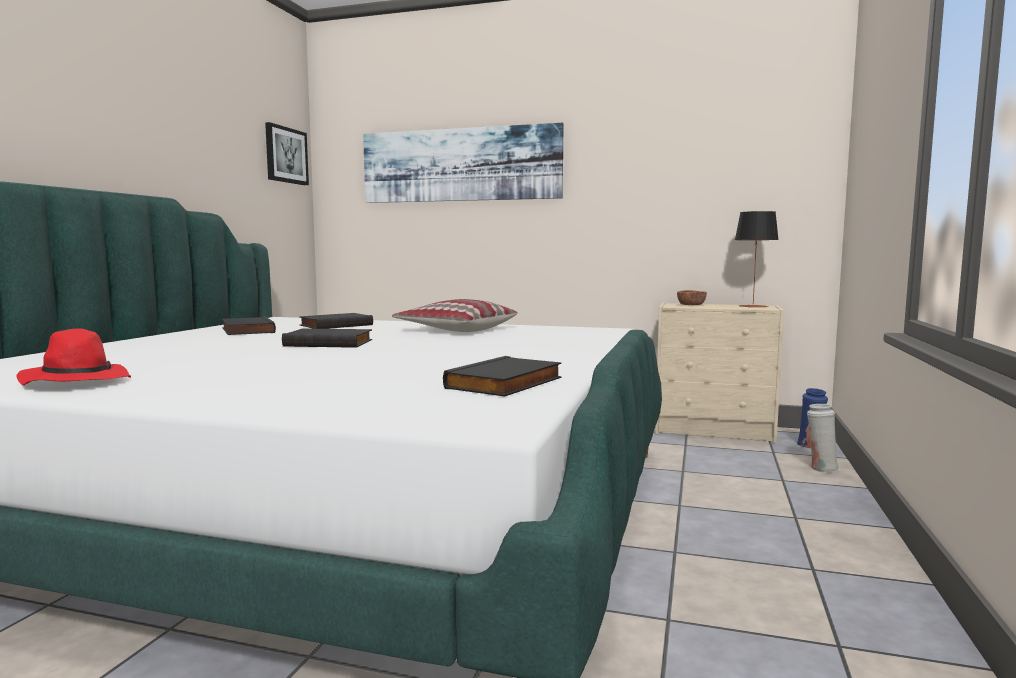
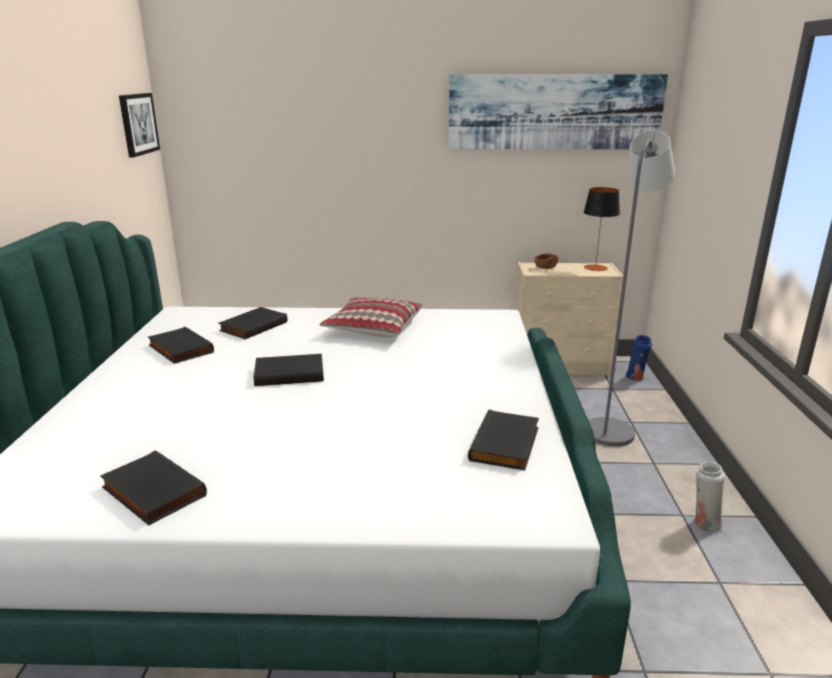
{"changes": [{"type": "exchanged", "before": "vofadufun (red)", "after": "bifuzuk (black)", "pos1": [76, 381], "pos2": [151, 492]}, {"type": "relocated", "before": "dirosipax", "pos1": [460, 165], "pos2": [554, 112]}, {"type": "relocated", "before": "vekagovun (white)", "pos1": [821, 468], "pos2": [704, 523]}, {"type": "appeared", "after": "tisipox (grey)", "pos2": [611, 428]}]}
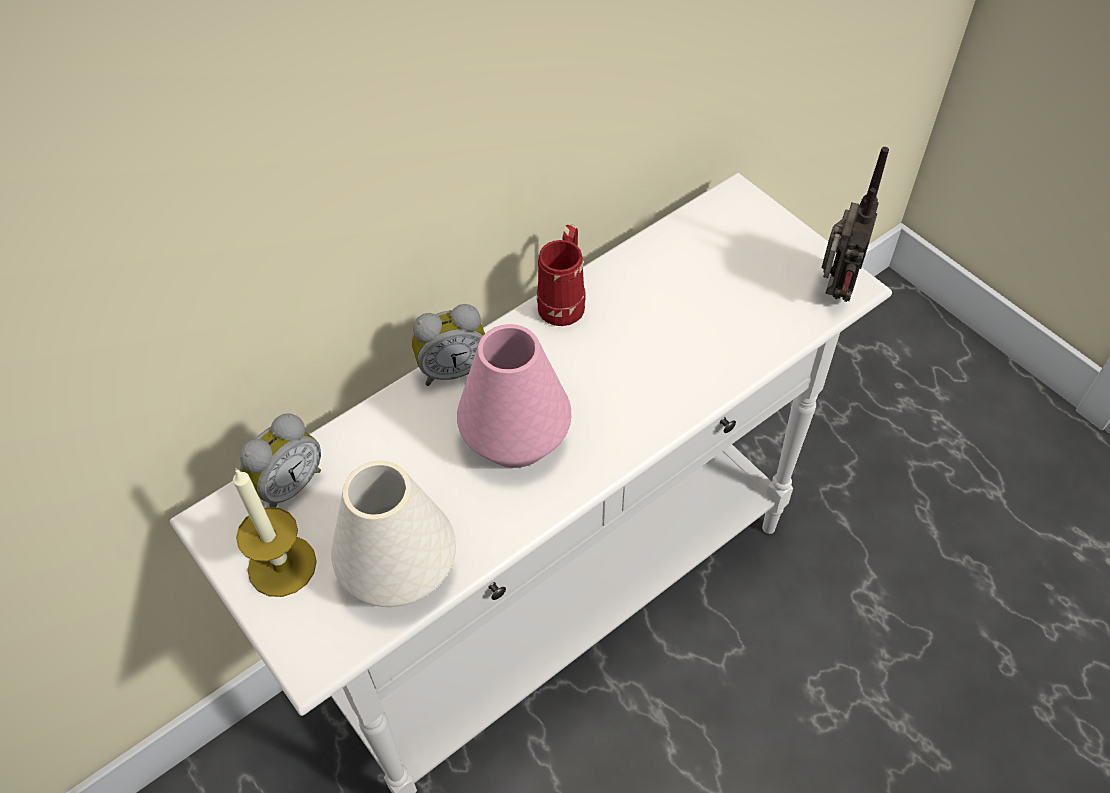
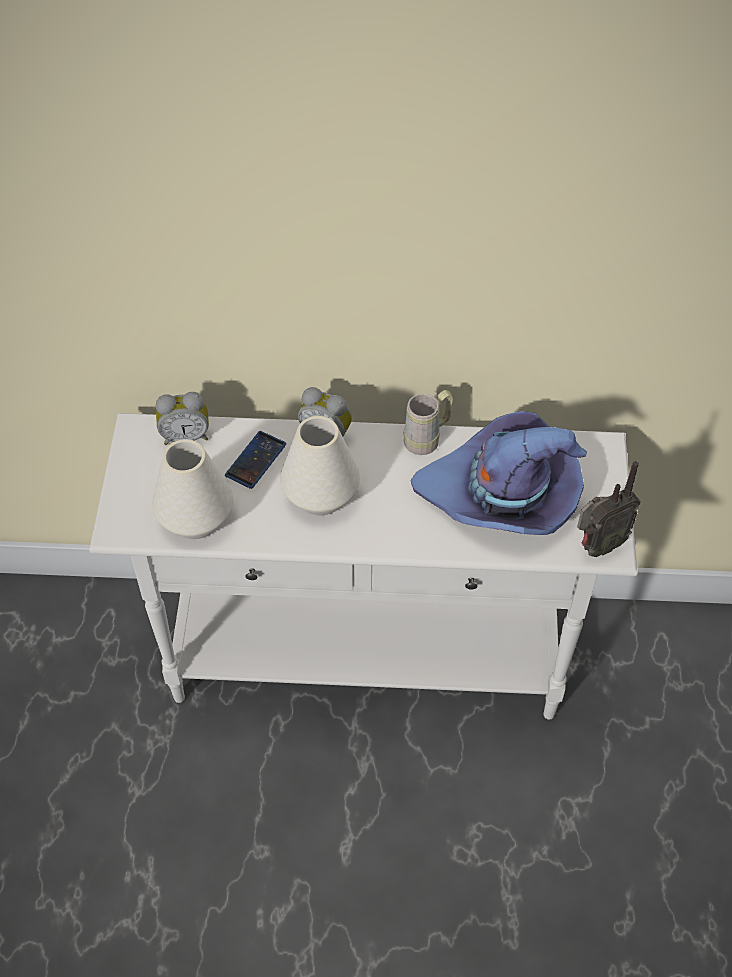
{"changes": [{"type": "missing", "before": "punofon", "pos1": [282, 565]}, {"type": "colour", "before": "vekagovun (pink)", "after": "vekagovun (white)", "pos1": [516, 438], "pos2": [321, 495]}, {"type": "colour", "before": "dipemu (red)", "after": "dipemu (beige)", "pos1": [564, 301], "pos2": [427, 439]}, {"type": "appeared", "after": "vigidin", "pos2": [256, 460]}, {"type": "appeared", "after": "vofadufun (purple)", "pos2": [502, 496]}]}
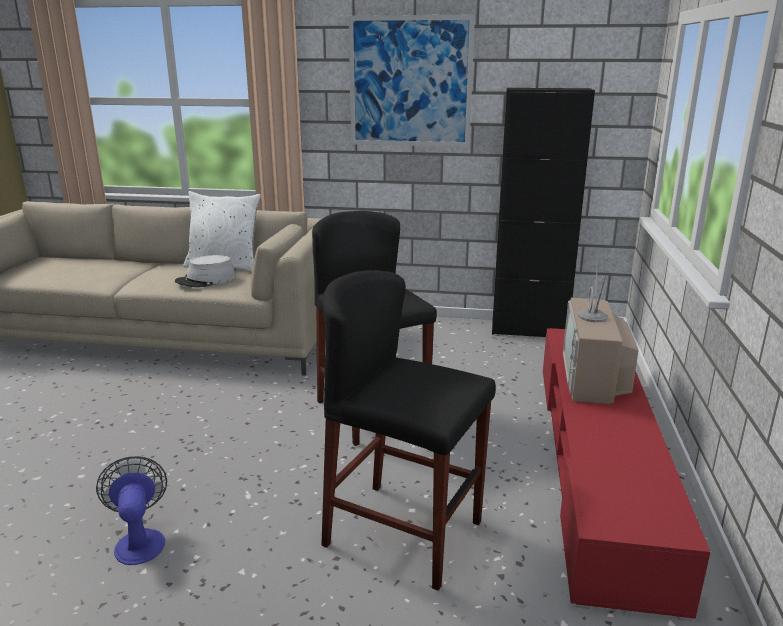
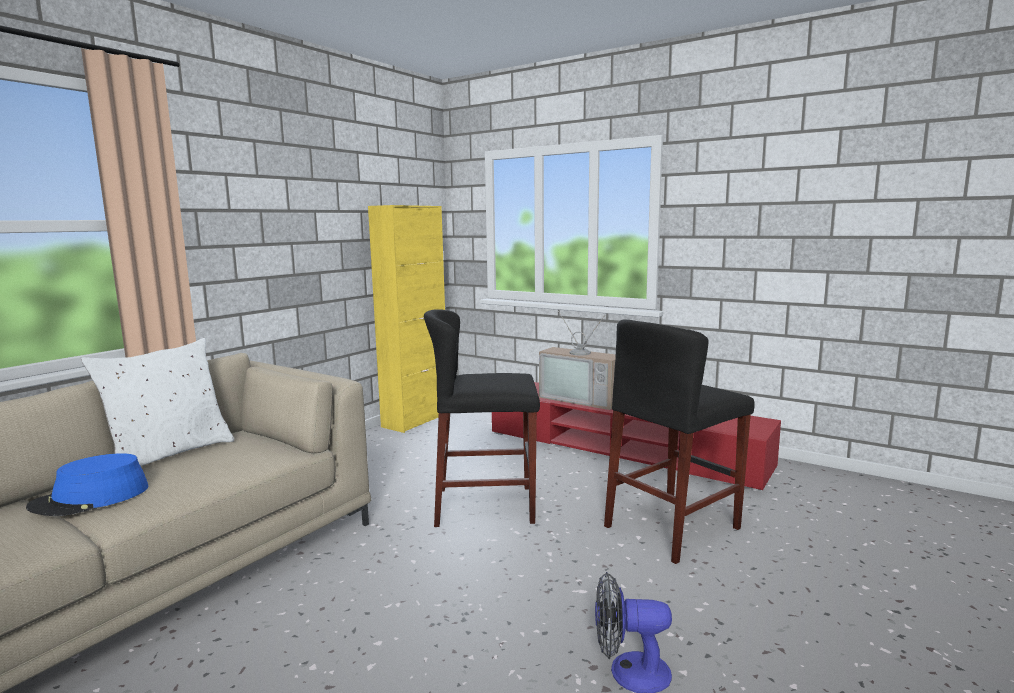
{"changes": [{"type": "missing", "before": "vofadufun (grey)", "pos1": [206, 280]}, {"type": "missing", "before": "dirosipax", "pos1": [410, 82]}, {"type": "colour", "before": "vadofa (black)", "after": "vadofa (yellow)", "pos1": [529, 330], "pos2": [416, 420]}, {"type": "appeared", "after": "vofadufun (blue)", "pos2": [91, 498]}]}
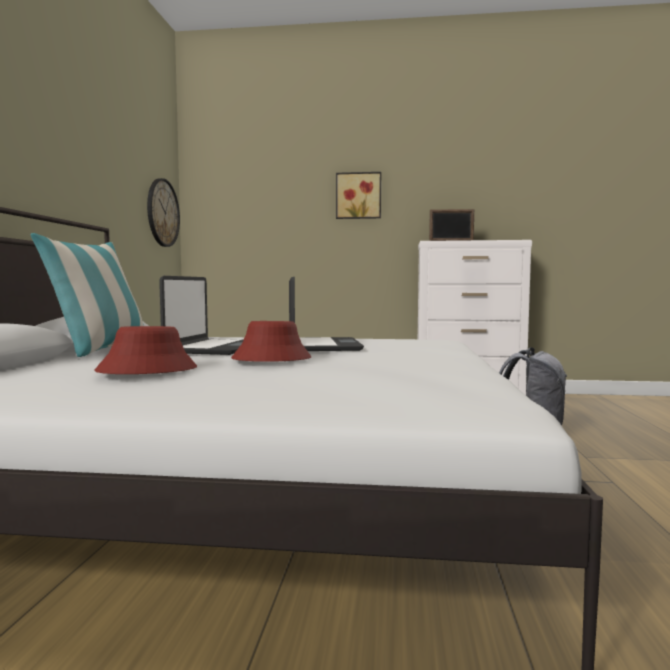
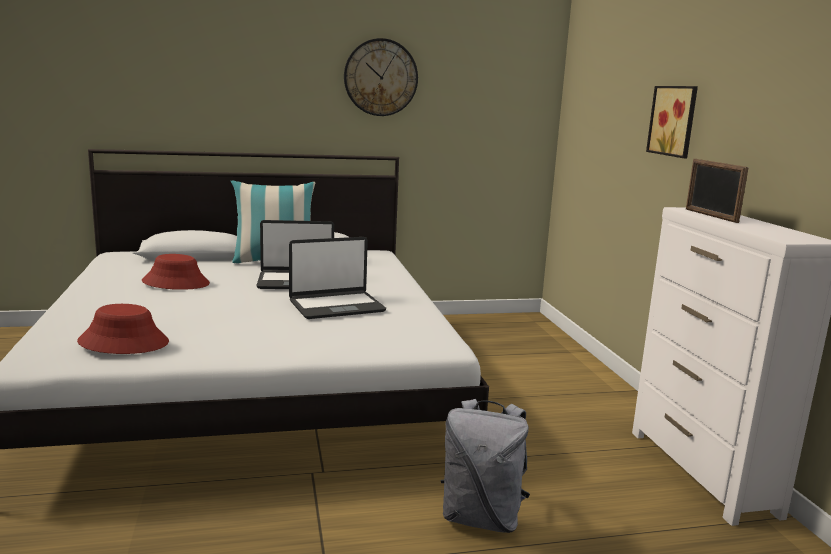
{"changes": [{"type": "relocated", "before": "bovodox", "pos1": [162, 213], "pos2": [380, 77]}, {"type": "relocated", "before": "vofadufun (red)", "pos1": [271, 359], "pos2": [124, 342]}]}
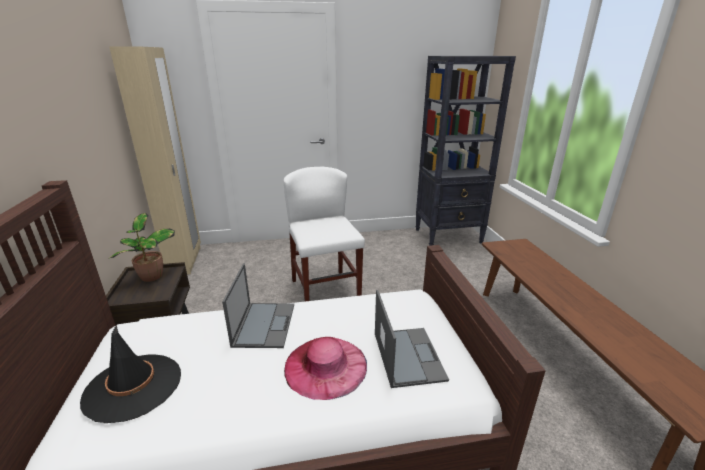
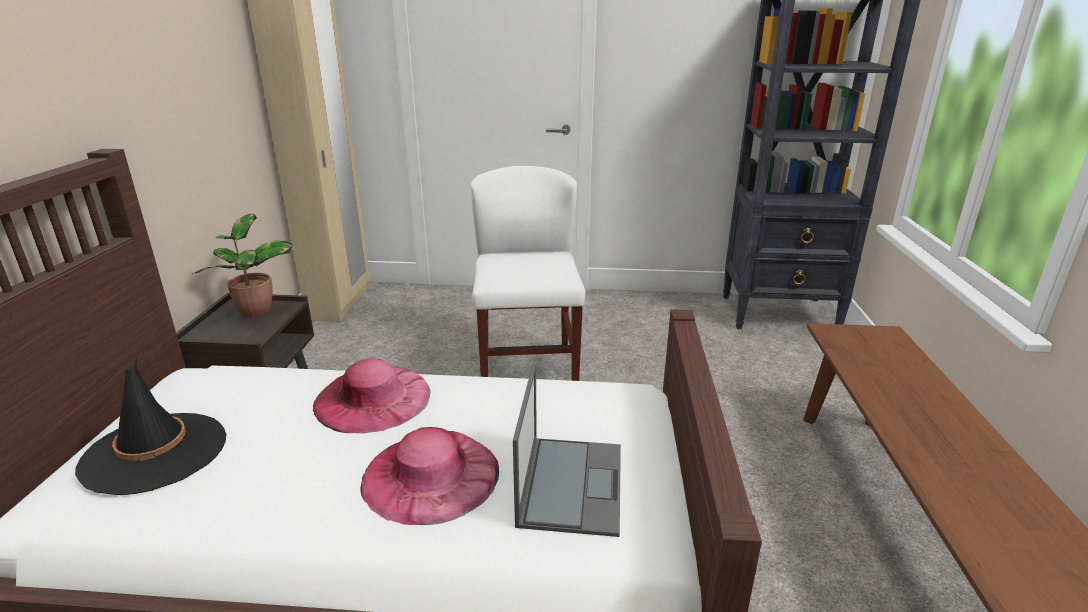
{"changes": [{"type": "exchanged", "before": "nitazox", "after": "vofadufun (pink)", "pos1": [264, 324], "pos2": [372, 398]}]}
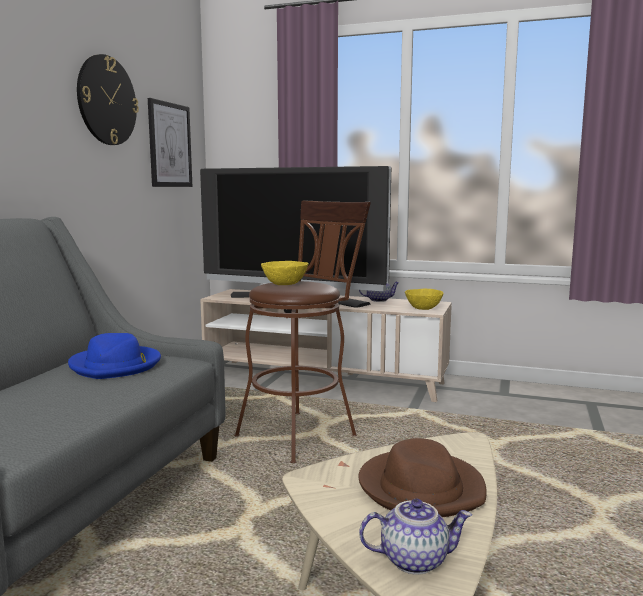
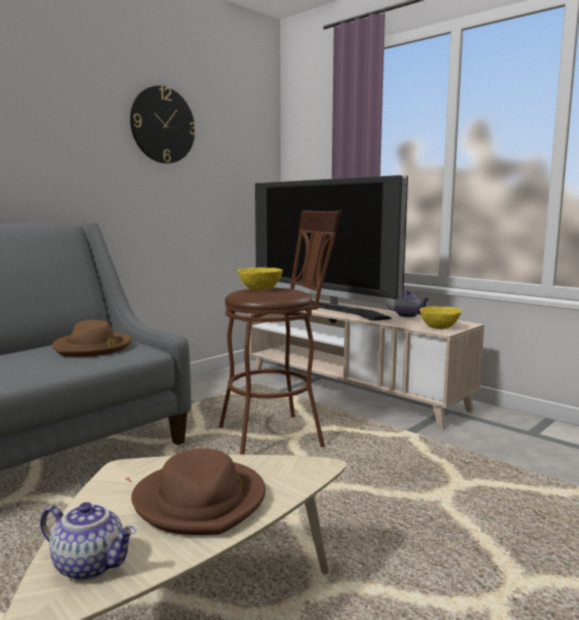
{"changes": [{"type": "colour", "before": "vofadufun (blue)", "after": "vofadufun (brown)", "pos1": [116, 365], "pos2": [93, 348]}, {"type": "missing", "before": "dirosipax", "pos1": [170, 145]}]}
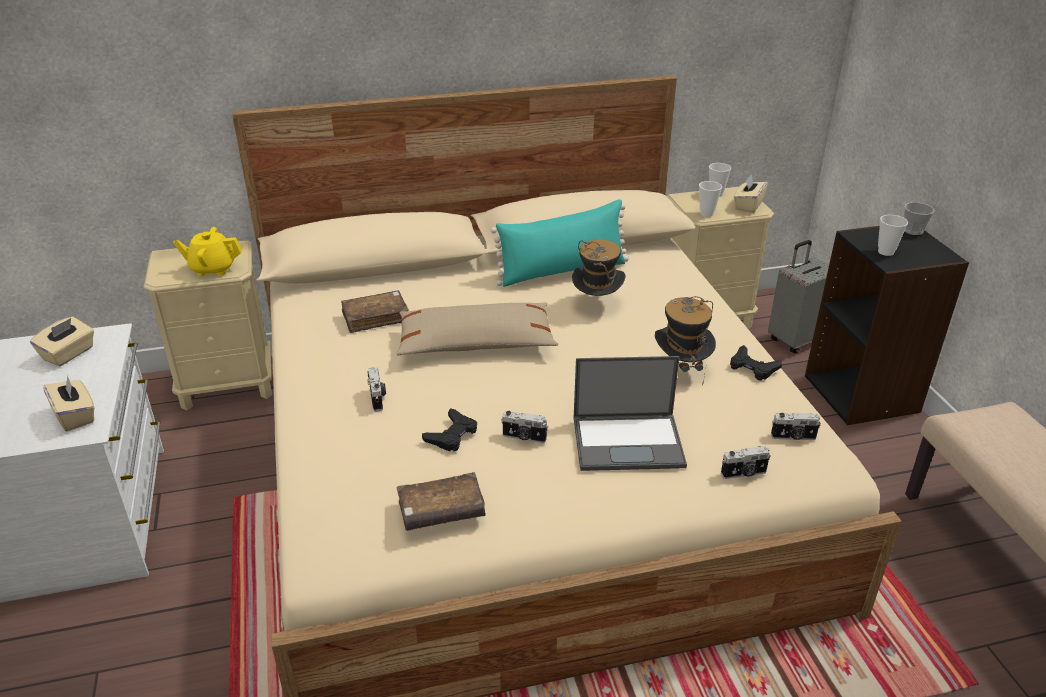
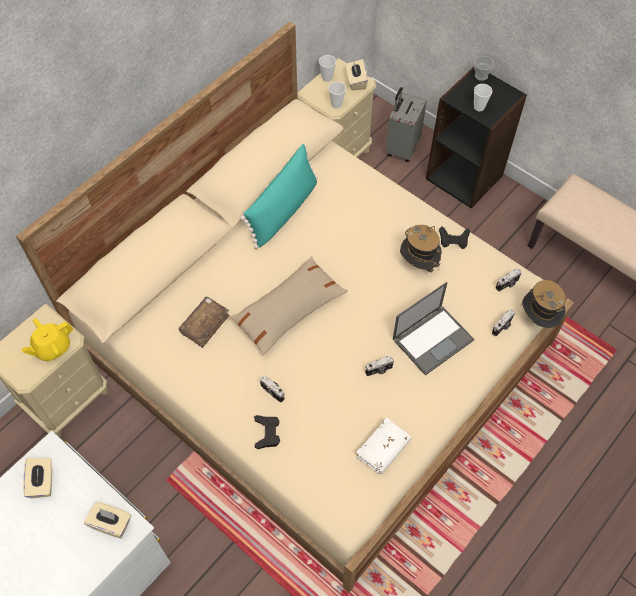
{"changes": [{"type": "colour", "before": "bifuzuk (brown)", "after": "bifuzuk (white)", "pos1": [441, 511], "pos2": [383, 449]}, {"type": "relocated", "before": "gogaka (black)", "pos1": [452, 435], "pos2": [267, 433]}, {"type": "relocated", "before": "vofadufun", "pos1": [597, 305], "pos2": [538, 319]}]}
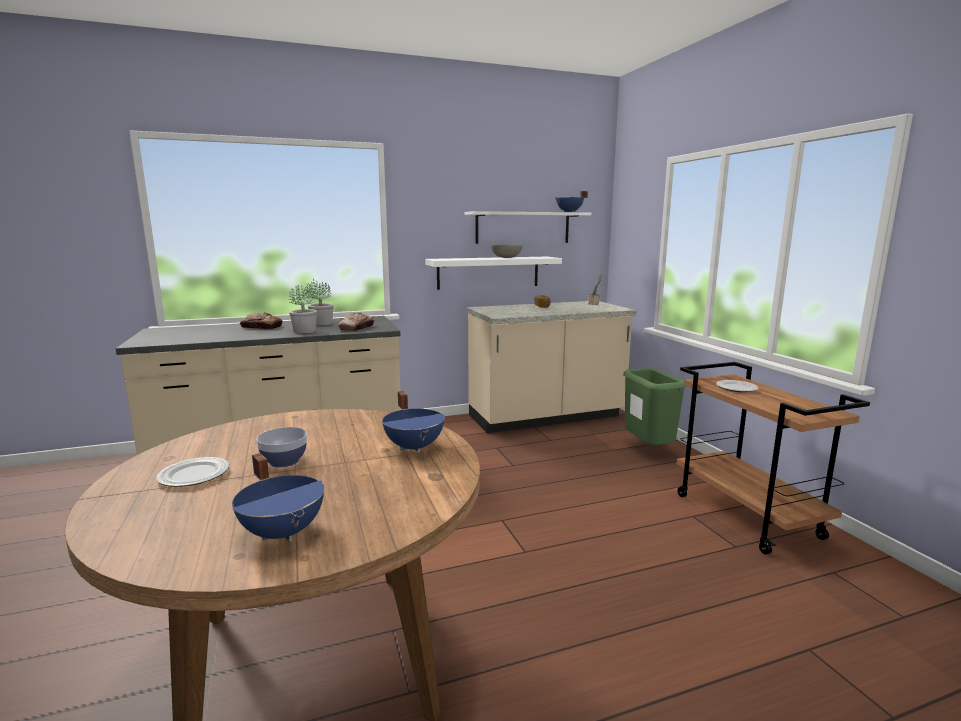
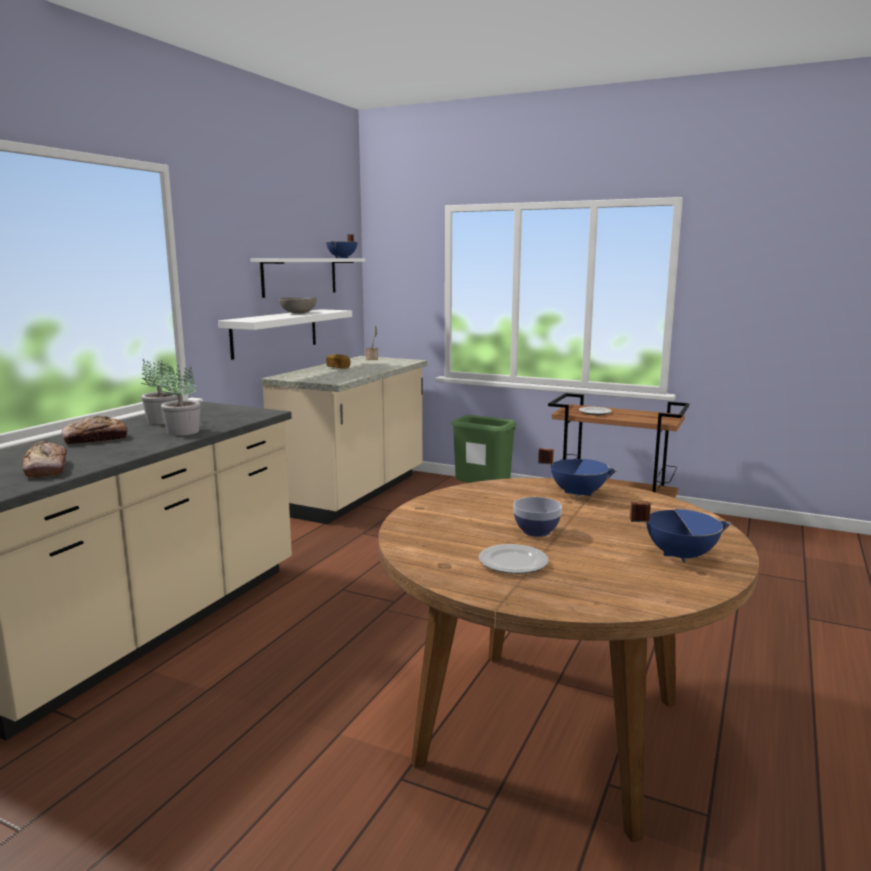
{"changes": [{"type": "relocated", "before": "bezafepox", "pos1": [357, 328], "pos2": [47, 468]}]}
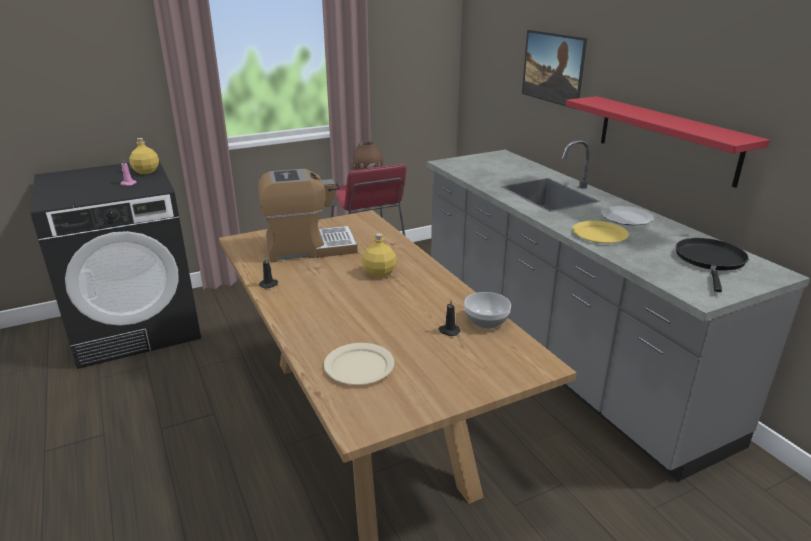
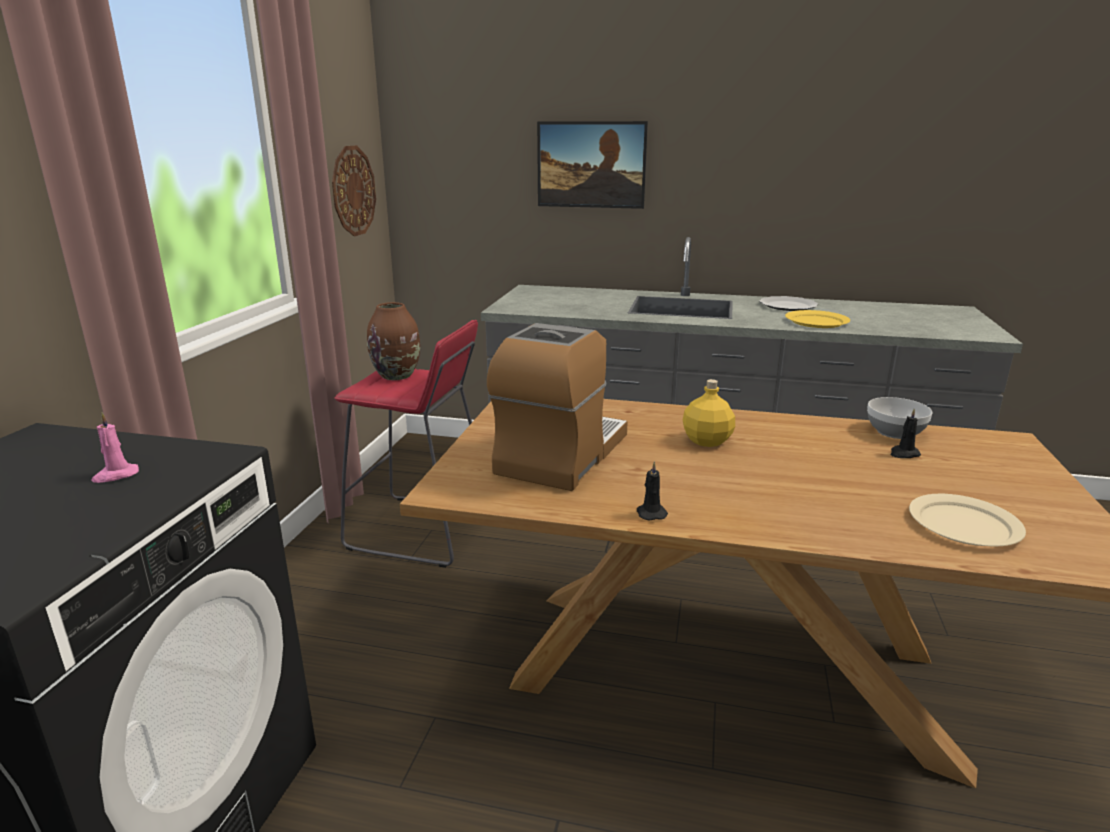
{"changes": [{"type": "missing", "before": "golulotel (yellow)", "pos1": [146, 171]}, {"type": "missing", "before": "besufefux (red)", "pos1": [666, 139]}, {"type": "missing", "before": "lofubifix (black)", "pos1": [710, 261]}, {"type": "appeared", "after": "bovodox", "pos2": [353, 191]}]}
